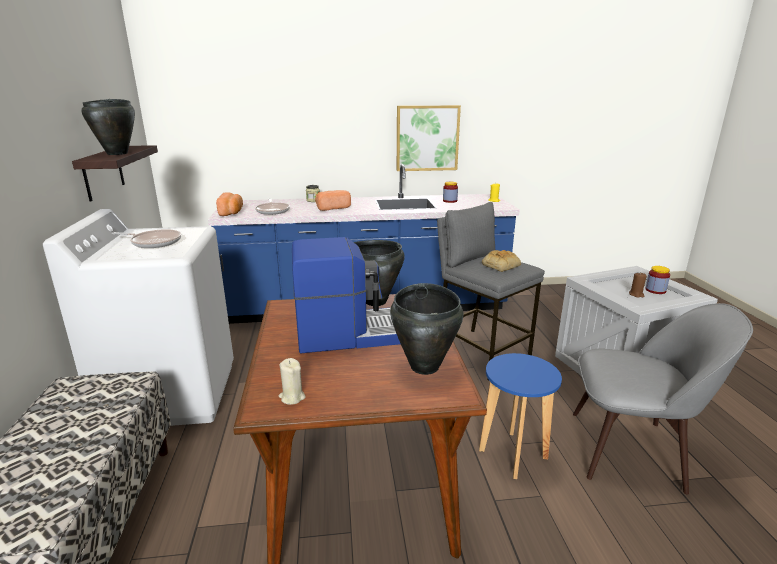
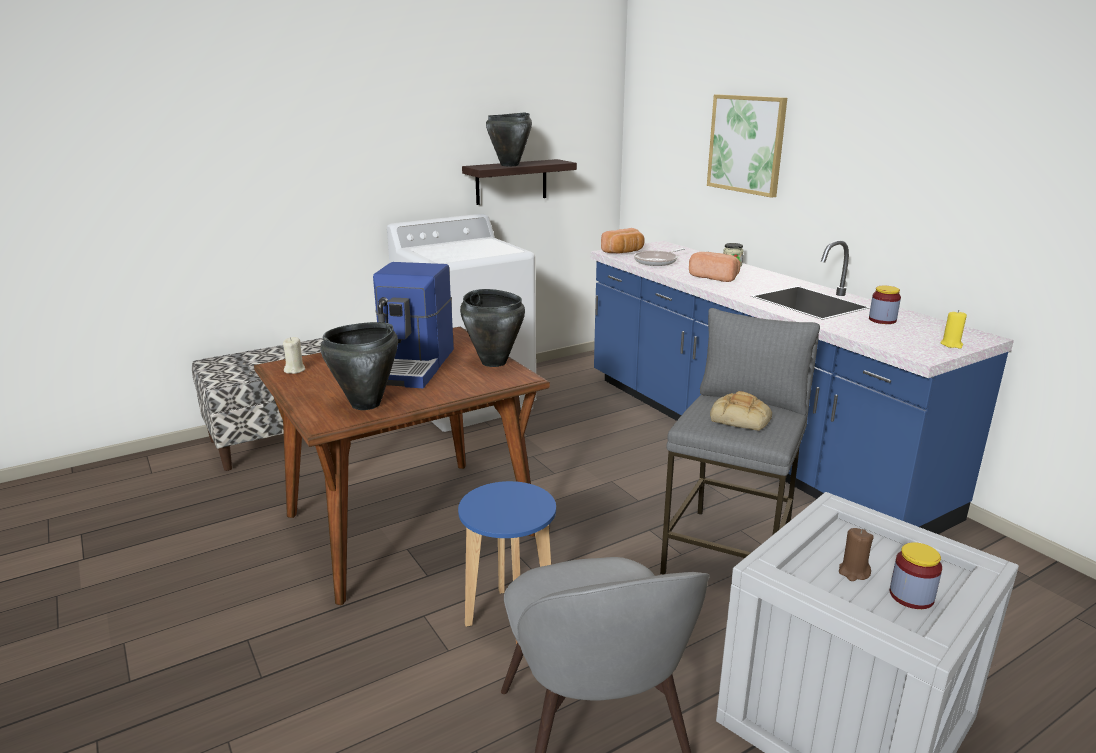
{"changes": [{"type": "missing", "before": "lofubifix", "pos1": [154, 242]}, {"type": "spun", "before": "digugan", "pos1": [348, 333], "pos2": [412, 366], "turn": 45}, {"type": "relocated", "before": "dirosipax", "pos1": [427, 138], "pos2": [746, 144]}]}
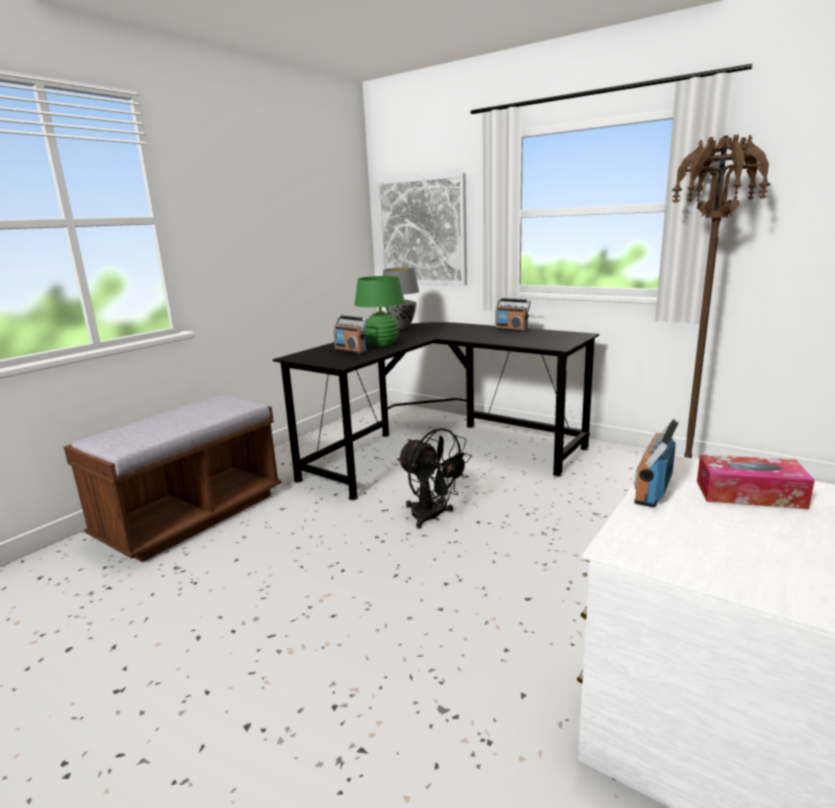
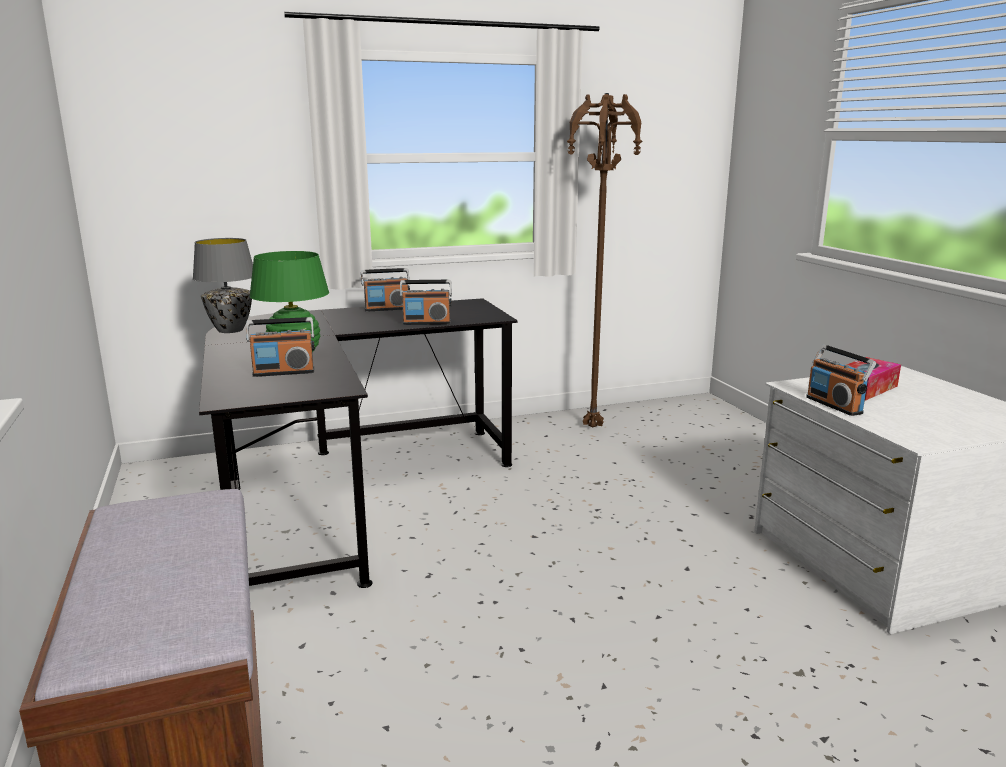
{"changes": [{"type": "missing", "before": "dirosipax", "pos1": [422, 231]}, {"type": "missing", "before": "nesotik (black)", "pos1": [432, 517]}, {"type": "appeared", "after": "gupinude", "pos2": [426, 323]}]}
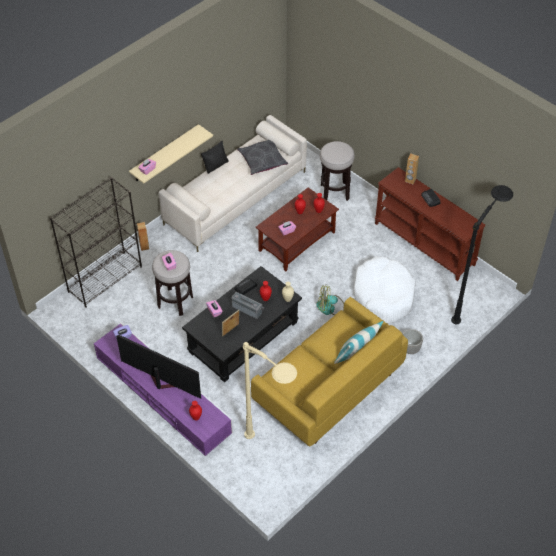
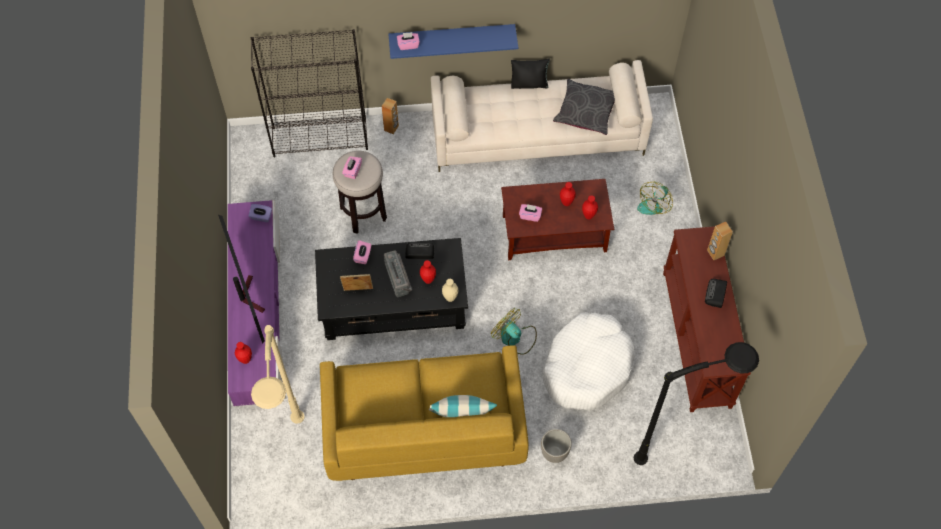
{"changes": [{"type": "colour", "before": "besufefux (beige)", "after": "besufefux (blue)", "pos1": [165, 154], "pos2": [452, 37]}, {"type": "exchanged", "before": "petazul", "after": "nesotik", "pos1": [335, 192], "pos2": [654, 203]}]}
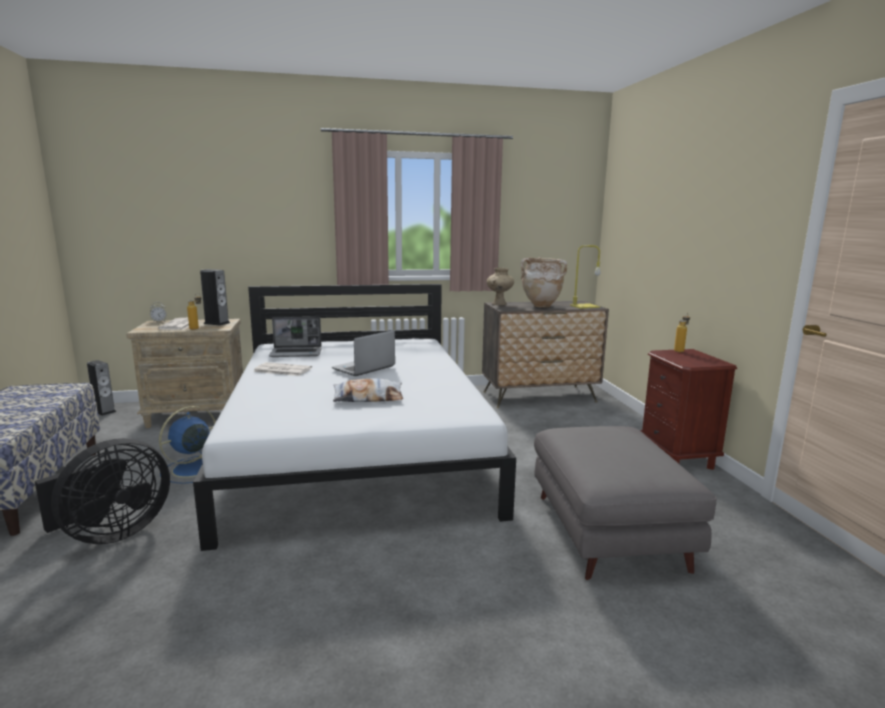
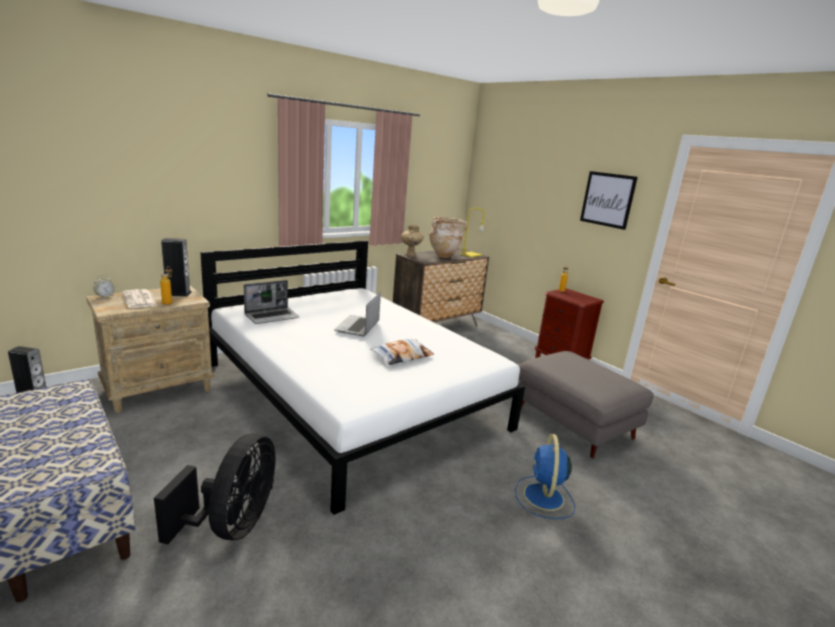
{"changes": [{"type": "relocated", "before": "nesotik (blue)", "pos1": [191, 469], "pos2": [543, 498]}, {"type": "missing", "before": "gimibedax", "pos1": [282, 370]}, {"type": "appeared", "after": "dirosipax", "pos2": [607, 199]}]}
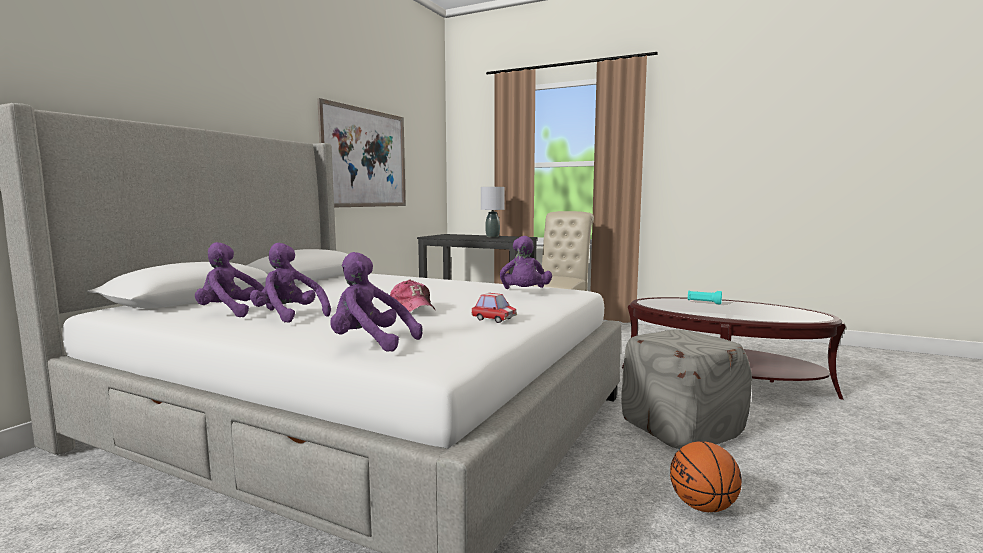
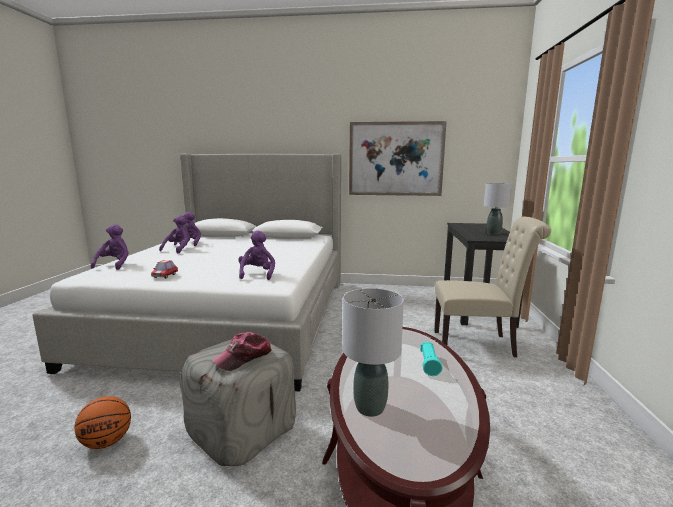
{"changes": [{"type": "relocated", "before": "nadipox", "pos1": [413, 307], "pos2": [243, 357]}, {"type": "spun", "before": "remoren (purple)", "pos1": [525, 293], "pos2": [257, 274], "turn": 105}, {"type": "appeared", "after": "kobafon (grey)", "pos2": [369, 407]}]}
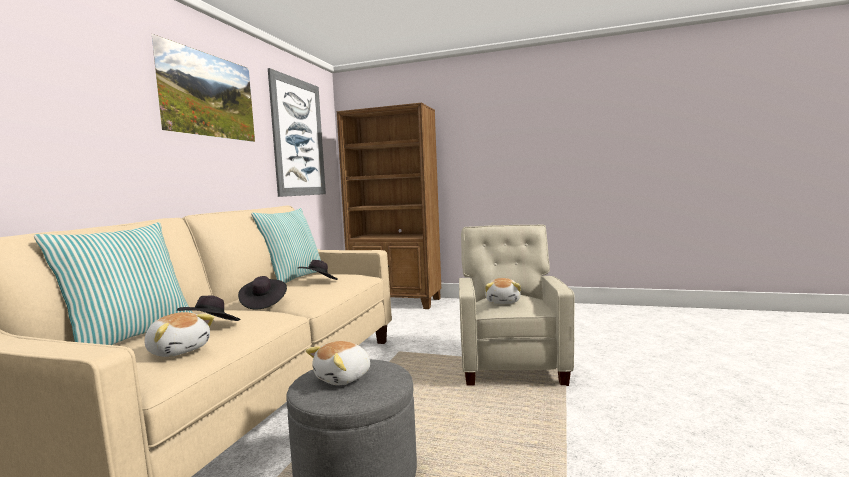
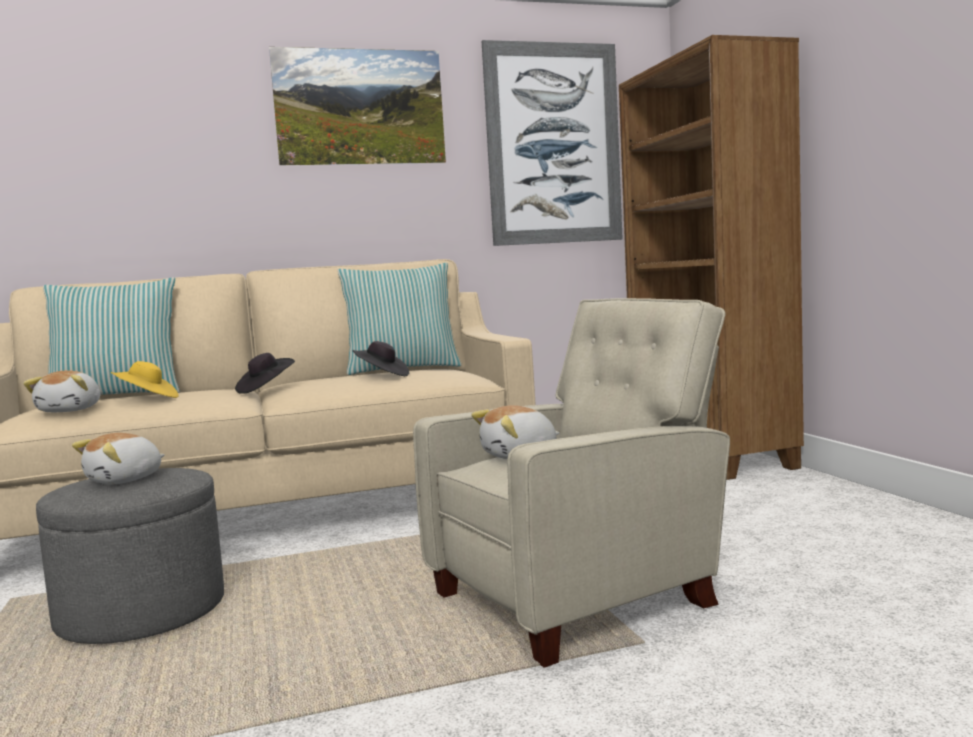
{"changes": [{"type": "colour", "before": "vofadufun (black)", "after": "vofadufun (yellow)", "pos1": [211, 327], "pos2": [147, 399]}, {"type": "spun", "before": "remoren", "pos1": [344, 378], "pos2": [125, 480], "turn": -60}]}
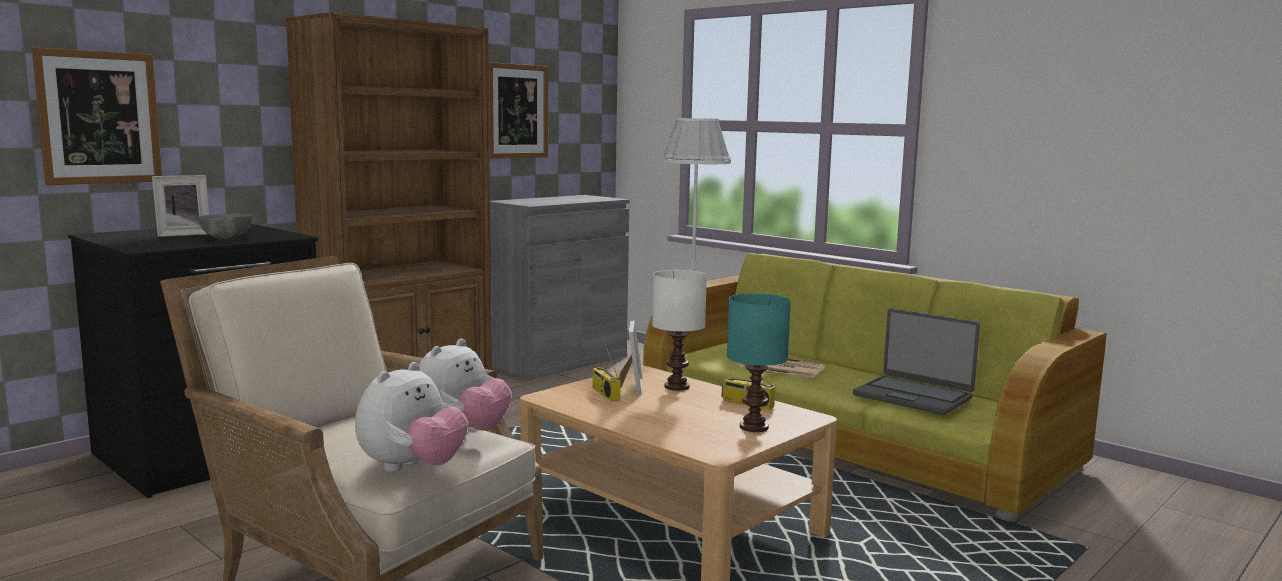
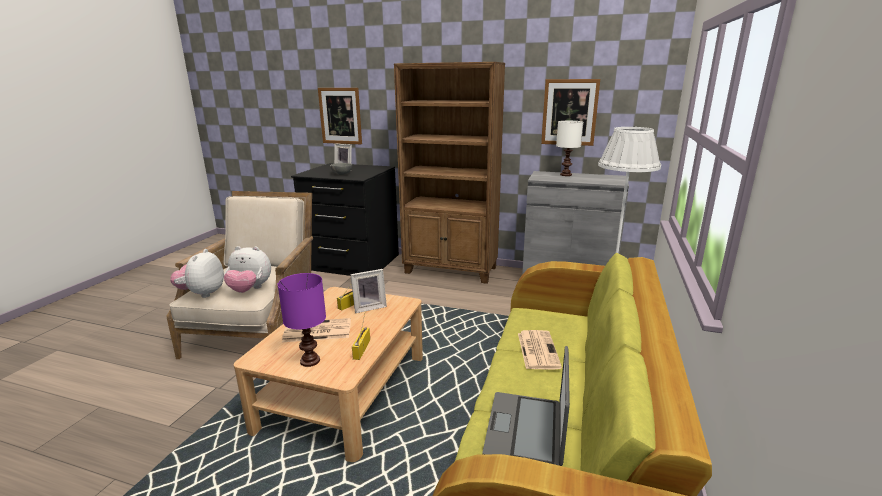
{"changes": [{"type": "spun", "before": "remoren", "pos1": [412, 468], "pos2": [202, 293], "turn": 90}, {"type": "relocated", "before": "kobafon (white)", "pos1": [677, 386], "pos2": [566, 175]}, {"type": "colour", "before": "kobafon (turquoise)", "after": "kobafon (purple)", "pos1": [754, 427], "pos2": [309, 361]}, {"type": "appeared", "after": "gimibedax", "pos2": [316, 331]}]}
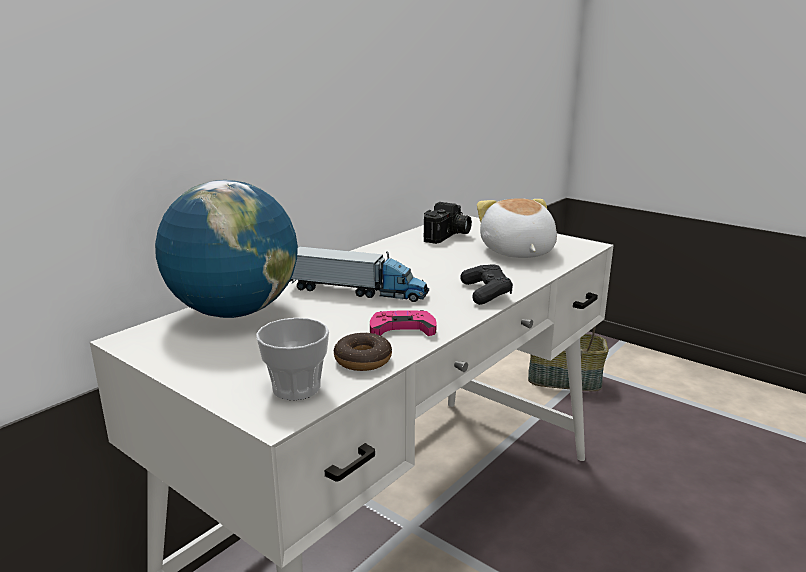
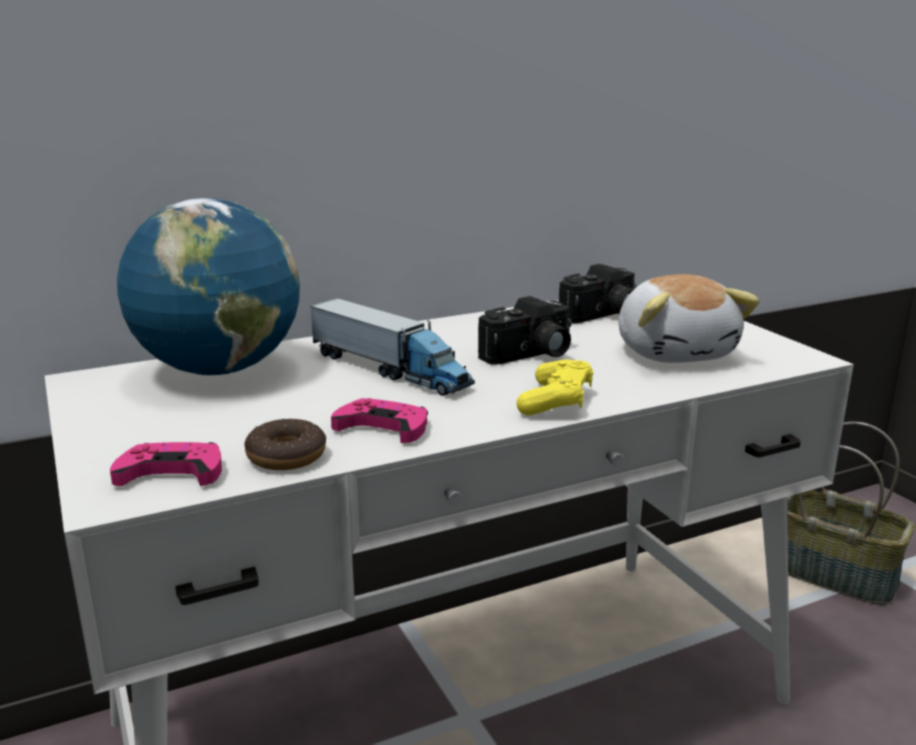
{"changes": [{"type": "exchanged", "before": "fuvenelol", "after": "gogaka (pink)", "pos1": [296, 388], "pos2": [171, 472]}, {"type": "colour", "before": "gogaka (black)", "after": "gogaka (yellow)", "pos1": [486, 293], "pos2": [556, 401]}, {"type": "spun", "before": "remoren", "pos1": [516, 252], "pos2": [675, 352], "turn": 150}, {"type": "appeared", "after": "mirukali", "pos2": [530, 355]}]}
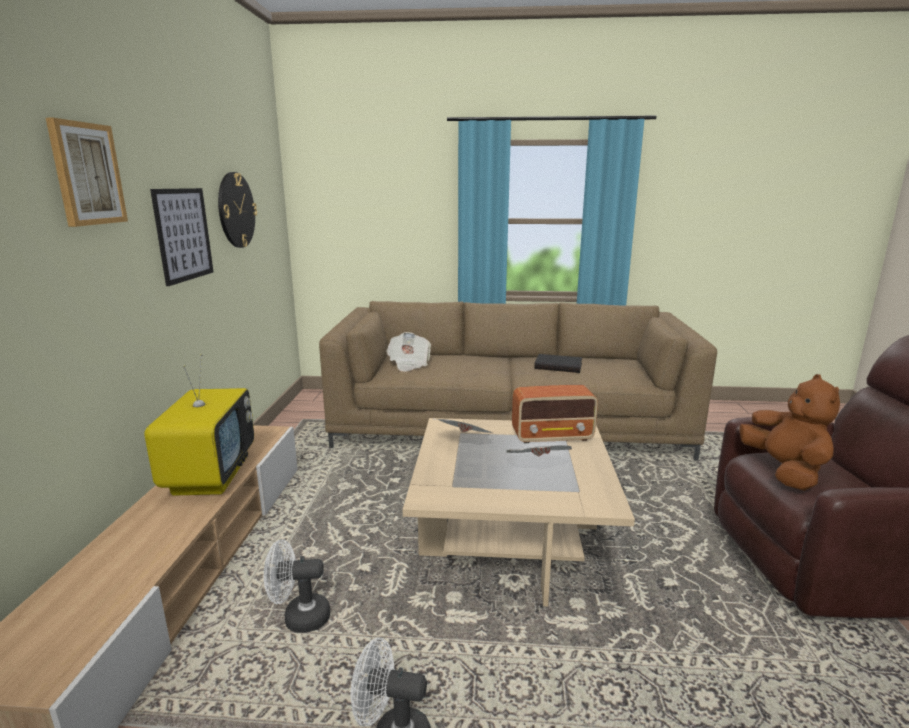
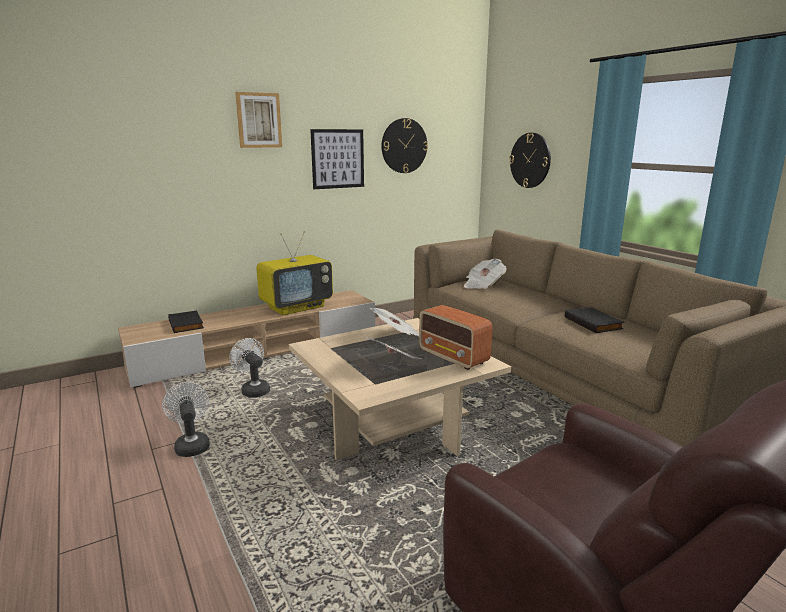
{"changes": [{"type": "missing", "before": "remoren (brown)", "pos1": [784, 471]}, {"type": "appeared", "after": "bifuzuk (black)", "pos2": [187, 324]}, {"type": "appeared", "after": "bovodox", "pos2": [530, 160]}]}
